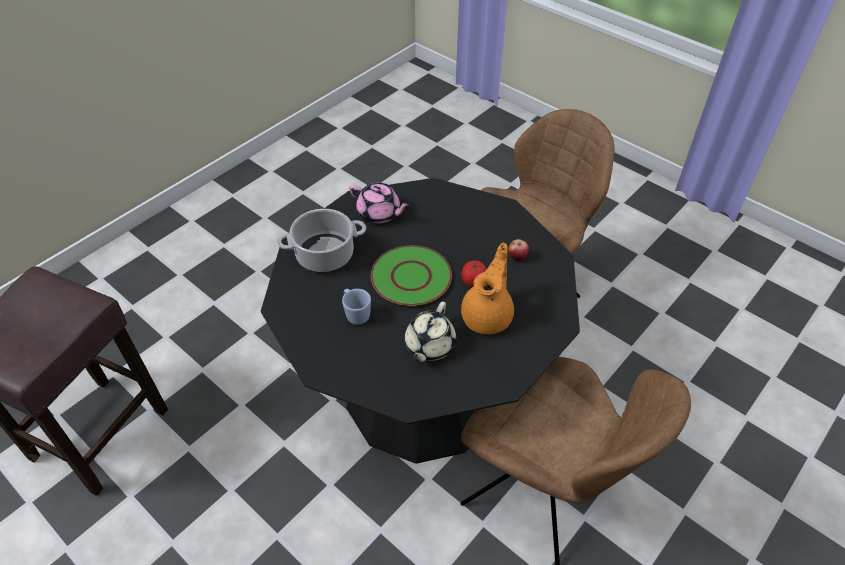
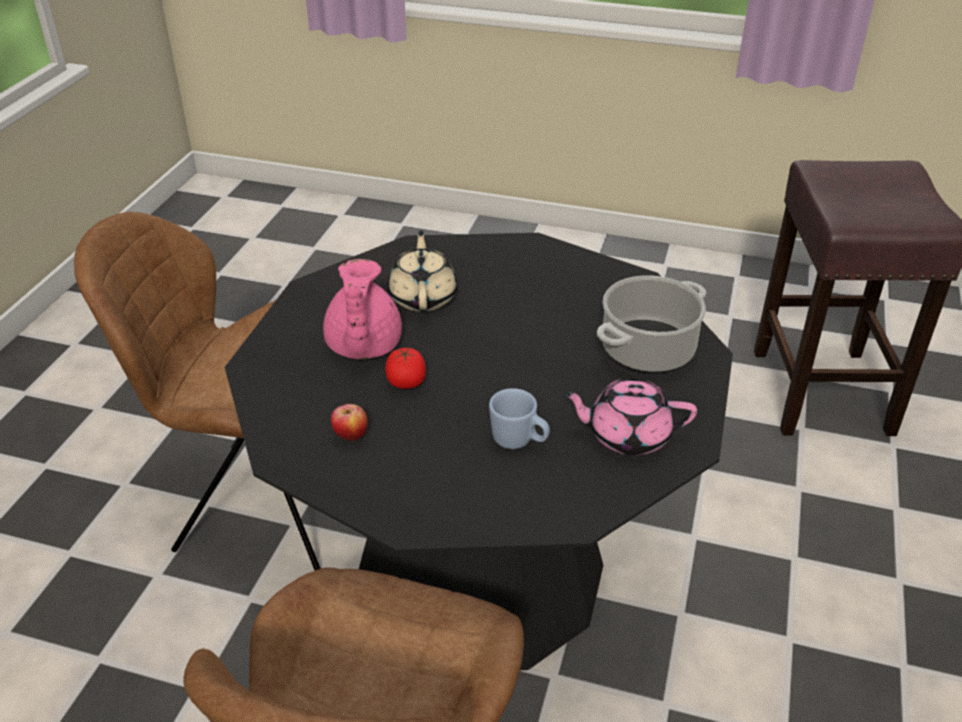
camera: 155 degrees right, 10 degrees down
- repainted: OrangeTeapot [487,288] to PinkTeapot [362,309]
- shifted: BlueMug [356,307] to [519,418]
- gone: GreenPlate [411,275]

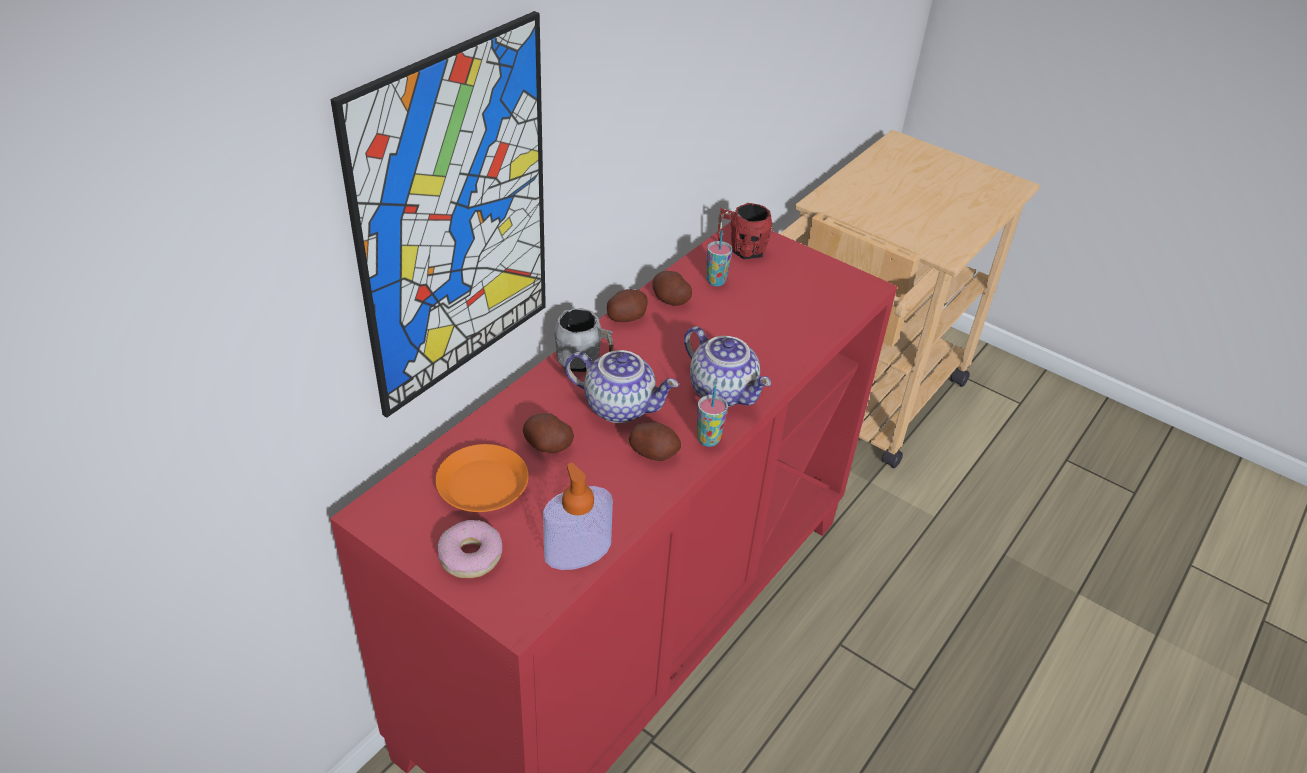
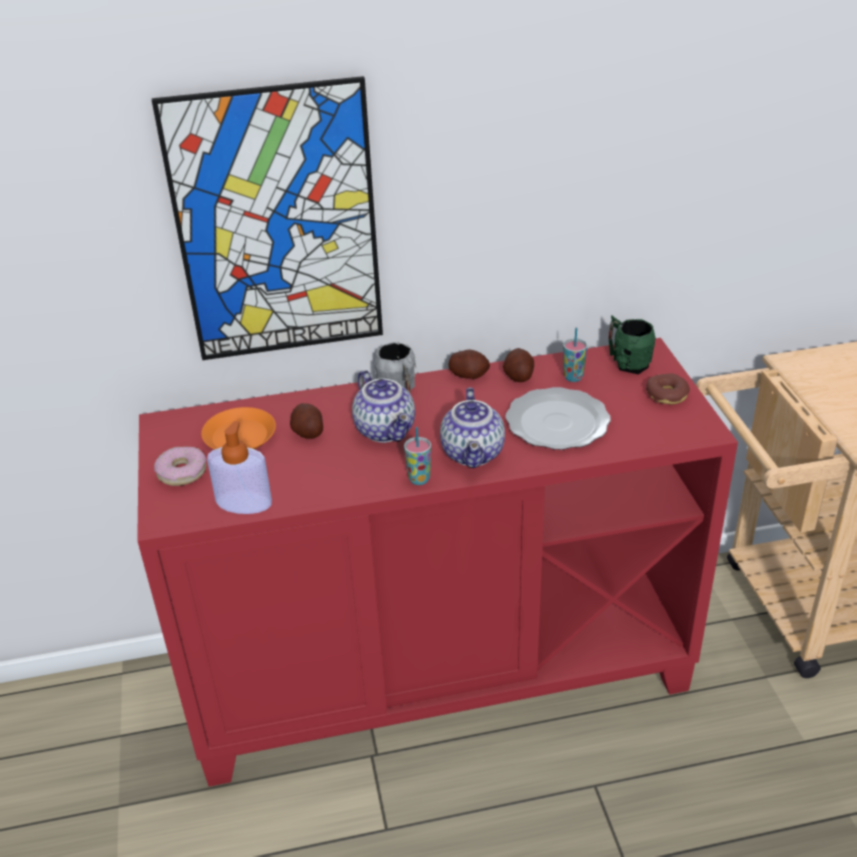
camera: 45 degrees right, 5 degrees down
- new: Plate [558,418]
- repainted: RedMug [745,231] to GreenMug [632,344]
- new: Donut [668,389]
- gone: Potato [655,441]

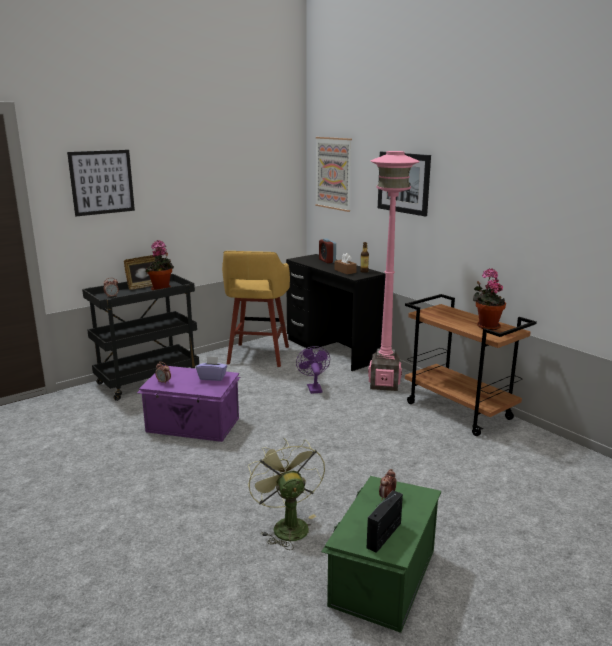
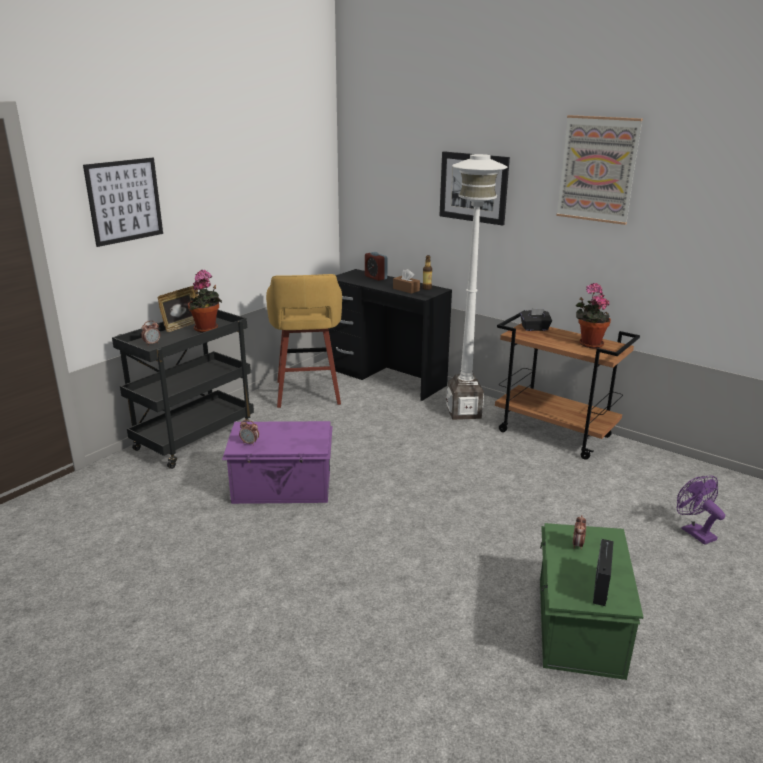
camera: 15 degrees left, 5 degrees up
- repainted: PinkFloorLamp [394,271] to WhiteFloorLamp [476,287]
- new: BlackTissueBox [536,320]
- shifted: Picture [333,174] to [599,170]
- shifted: PurpleFan [313,370] to [701,510]
- gone: PurpleTissueBox [211,368]
- gone: GreenFan [286,494]

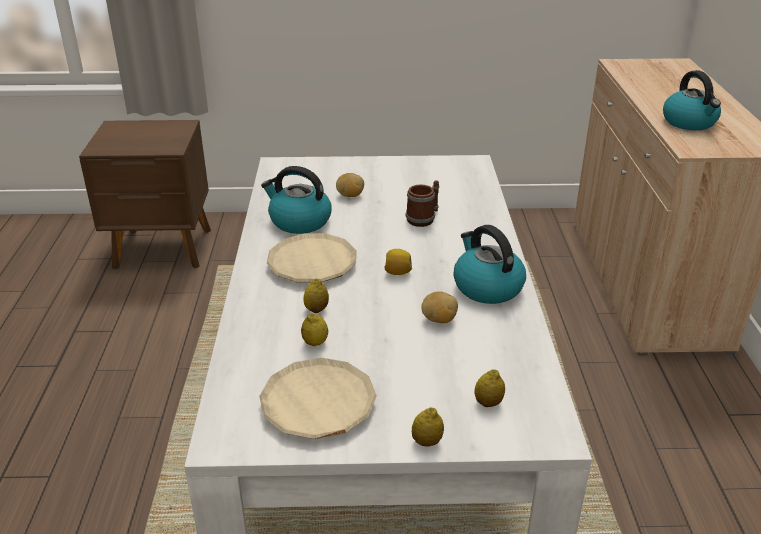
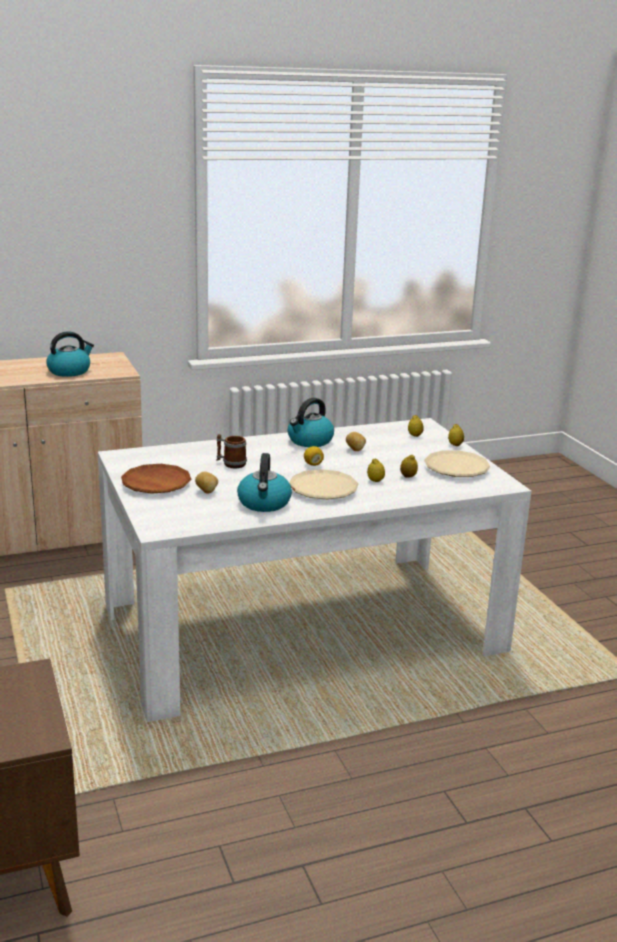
camera: 110 degrees left, 10 degrees down
- new: BrownPlate [156,479]

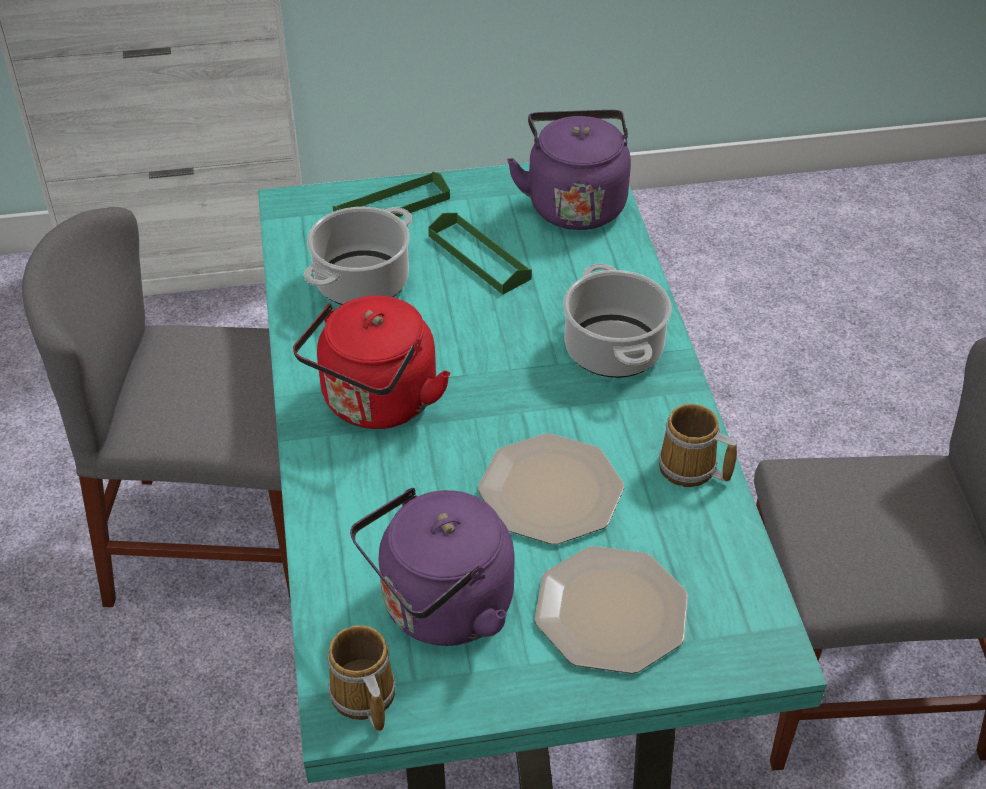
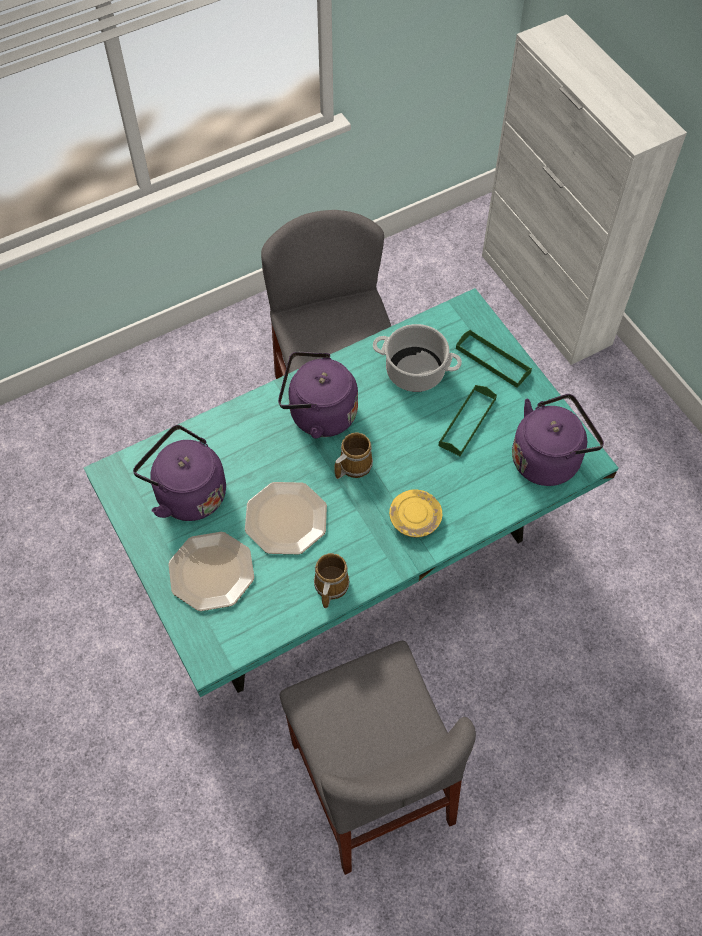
camera: 70 degrees right, 15 degrees up
- repainted: RedKettle [371,362] to PurpleKettle [318,395]
- shifted: Mug [361,678] to [353,455]
- swapped: CookingPot [617,321] to YellowPlate [415,513]

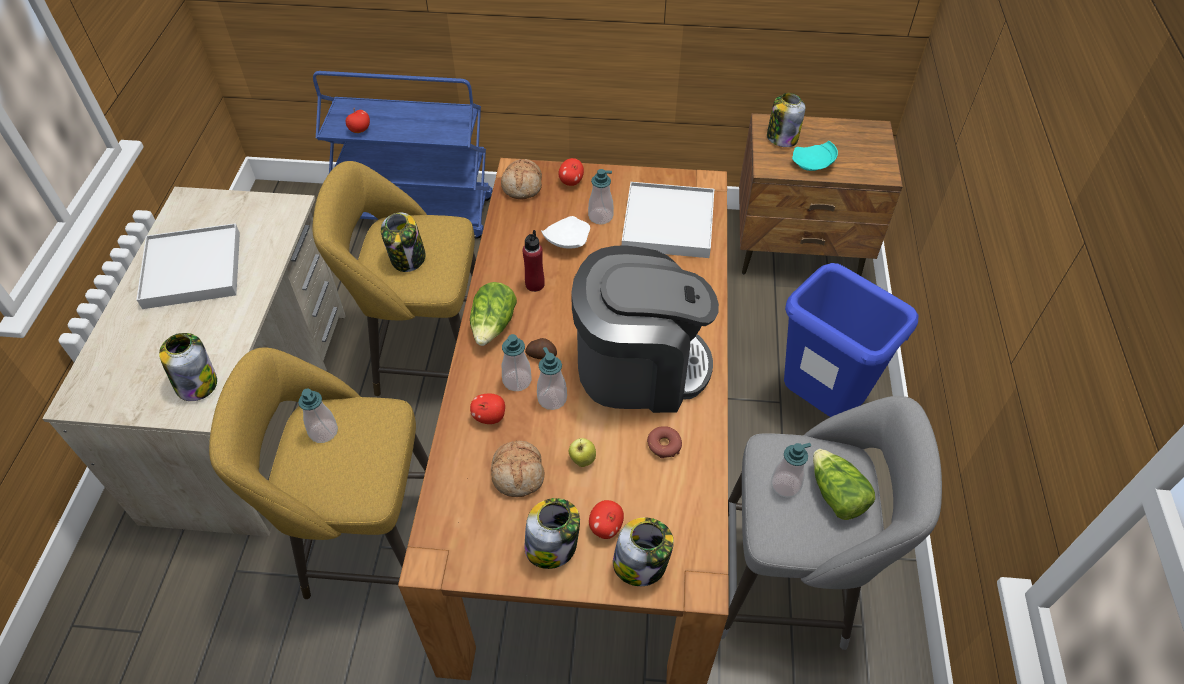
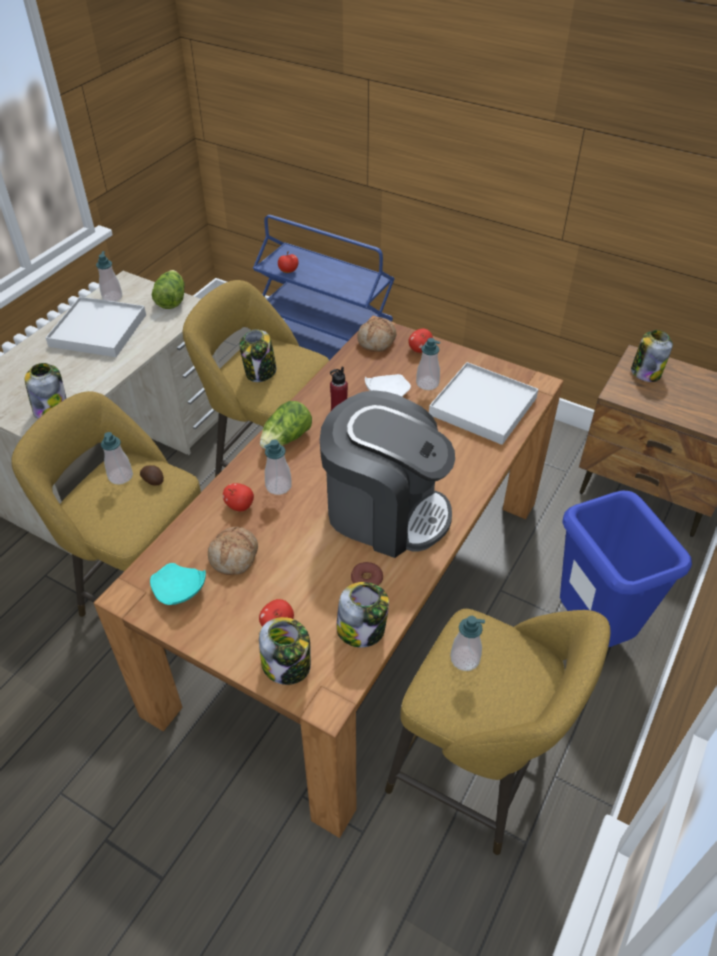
camera: 25 degrees right, 5 degrees down
- shifted: SoapDispenser [552,378] to [109,276]
- shifted: Potato [541,348] to [152,476]
- shifted: TurquoisePlate [815,156] to [178,584]
- shifted: Lettuce [844,484] to [168,289]
- shifted: Jar [552,533] to [362,615]
- repainted: GreyStool [831,523] to YellowStool [498,732]
- gone: Apple [582,452]

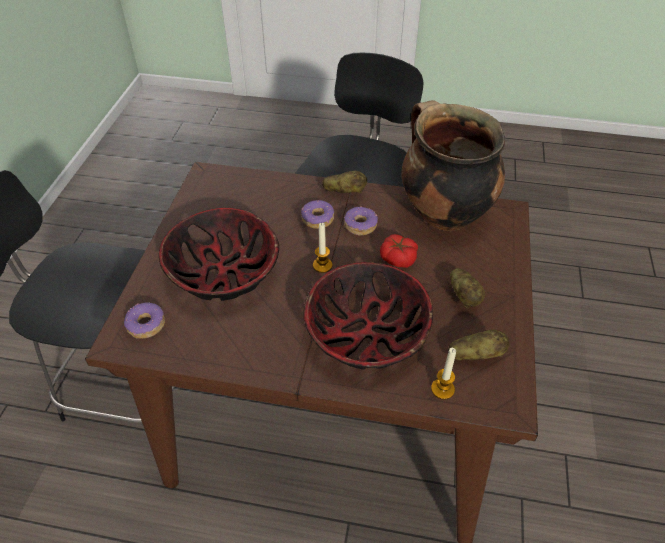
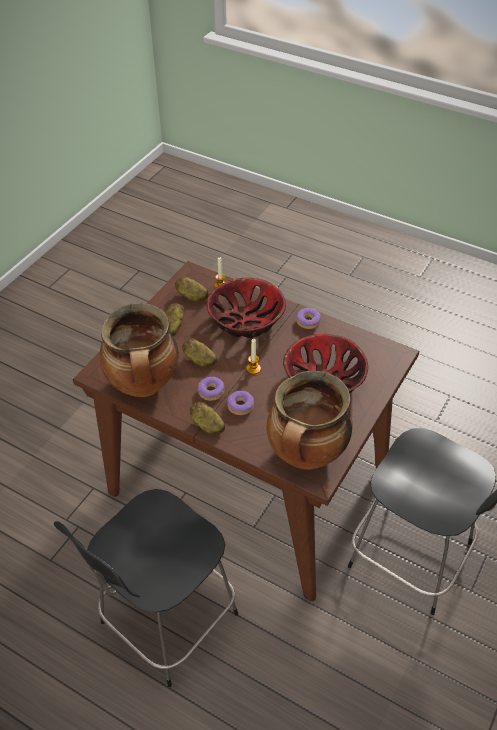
camera: 160 degrees left, 0 degrees up
- swapped: Tomato [399,251] to Potato [199,352]
- new: CookingPot [309,420]
- shifted: Donut [144,320] to [308,318]

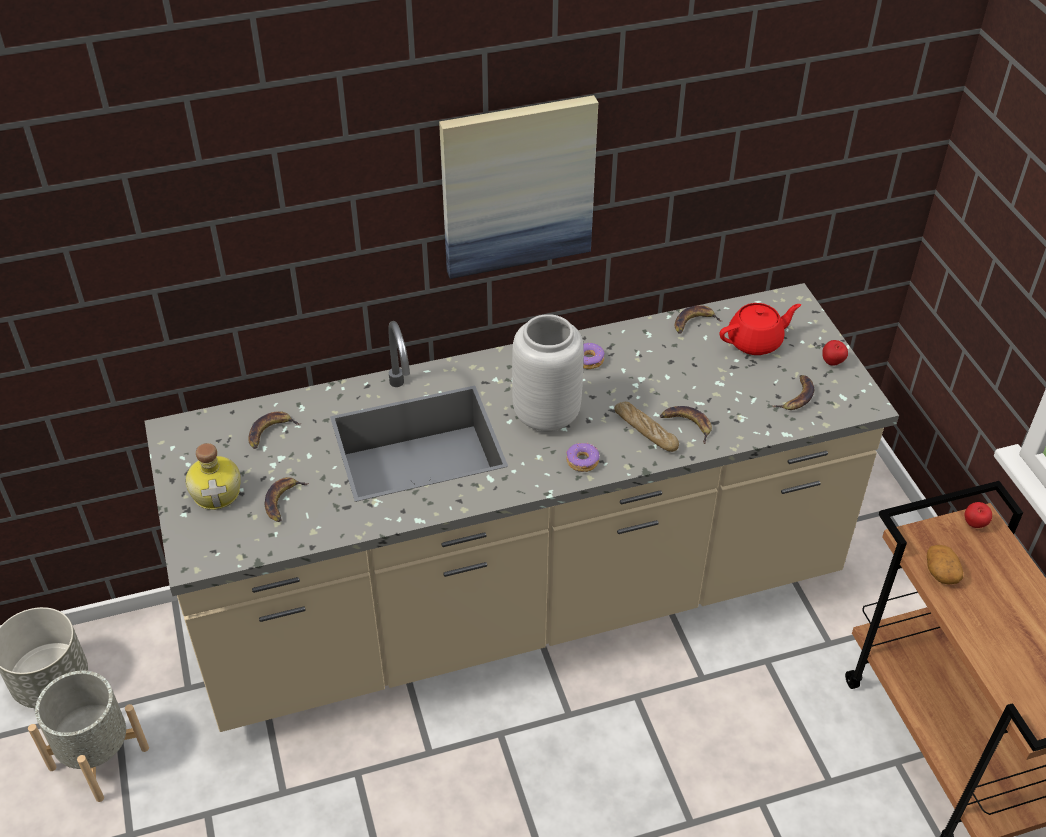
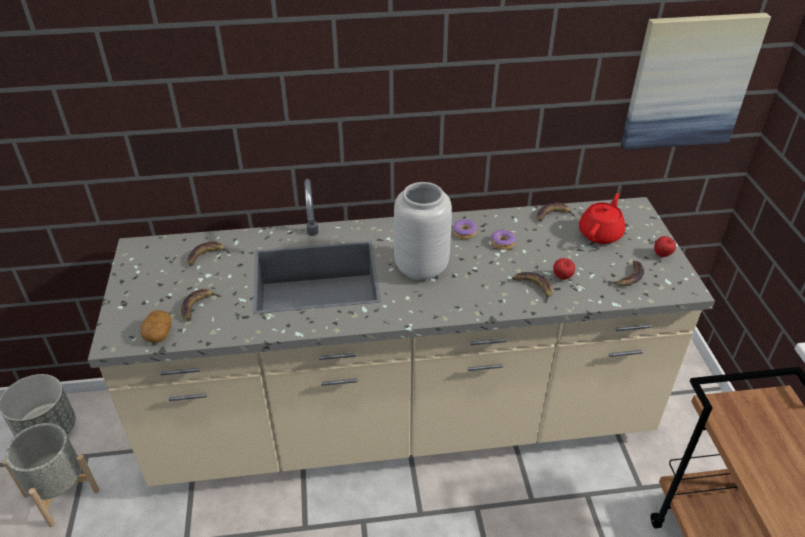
camera: 10 degrees right, 5 degrees down
- shifted: Potato [945,565] to [156,326]
- shifted: Donut [583,457] to [503,240]
- shifted: Apple [978,515] to [564,269]
- rotated: RedTeapot [760,329] = [602,218] 45 degrees counterclockwise
- shifted: Picture [518,187] to [696,81]
- gone: Bottle [213,476]
- gone: Bread [647,427]

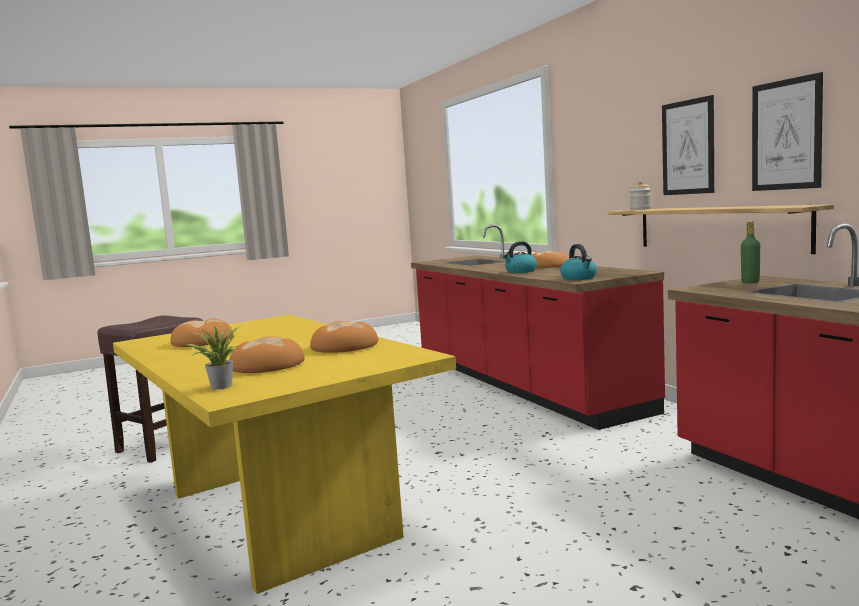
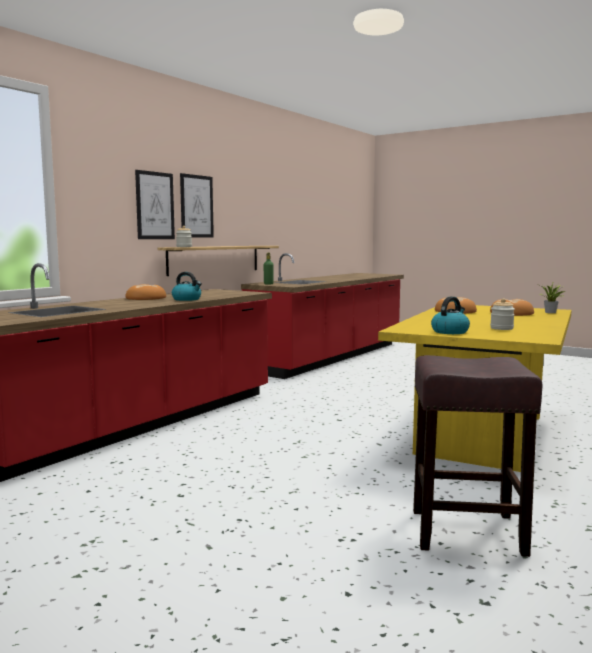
camera: 120 degrees left, 0 degrees up
- shifted: Picture [787,131] to [155,204]
- shifted: Kettle [578,262] to [450,315]
- swapped: Bread [202,333] to Jar [502,314]

